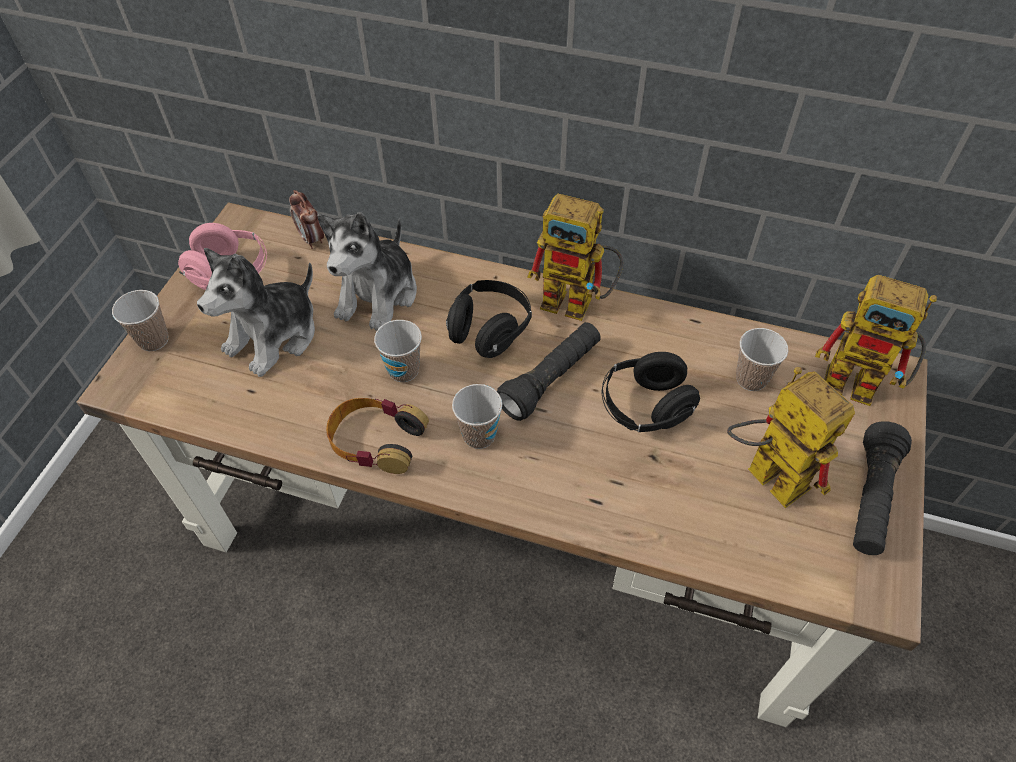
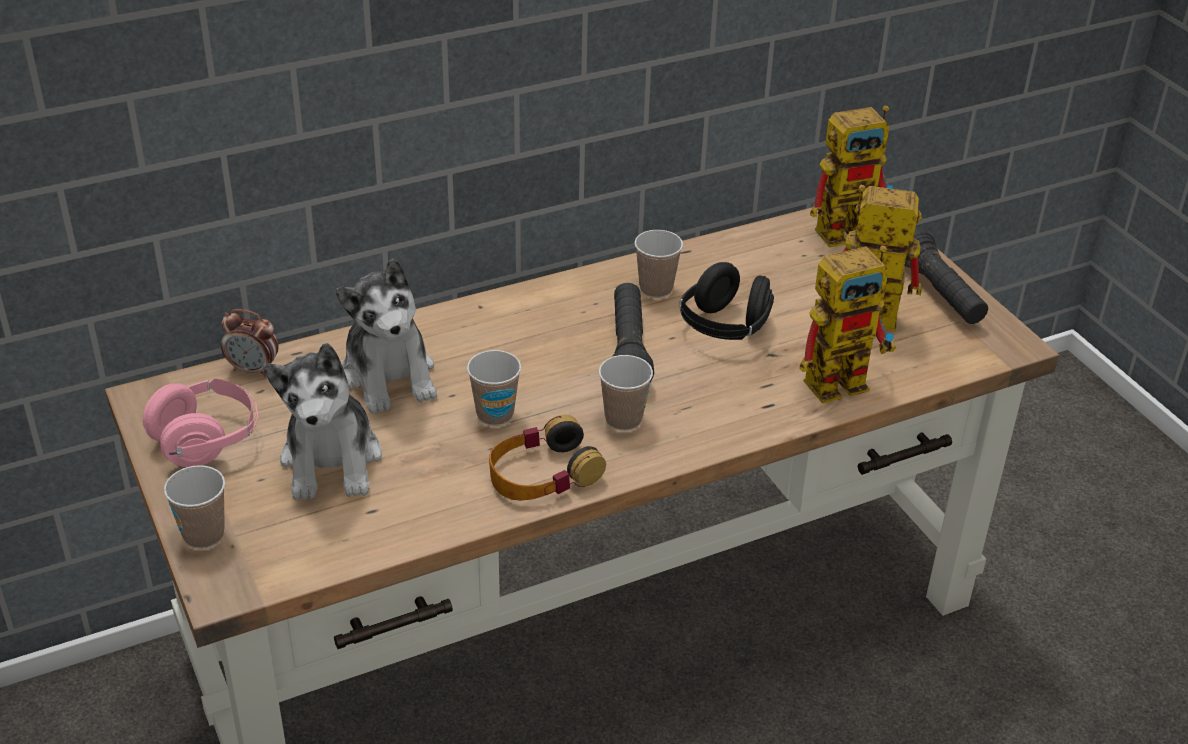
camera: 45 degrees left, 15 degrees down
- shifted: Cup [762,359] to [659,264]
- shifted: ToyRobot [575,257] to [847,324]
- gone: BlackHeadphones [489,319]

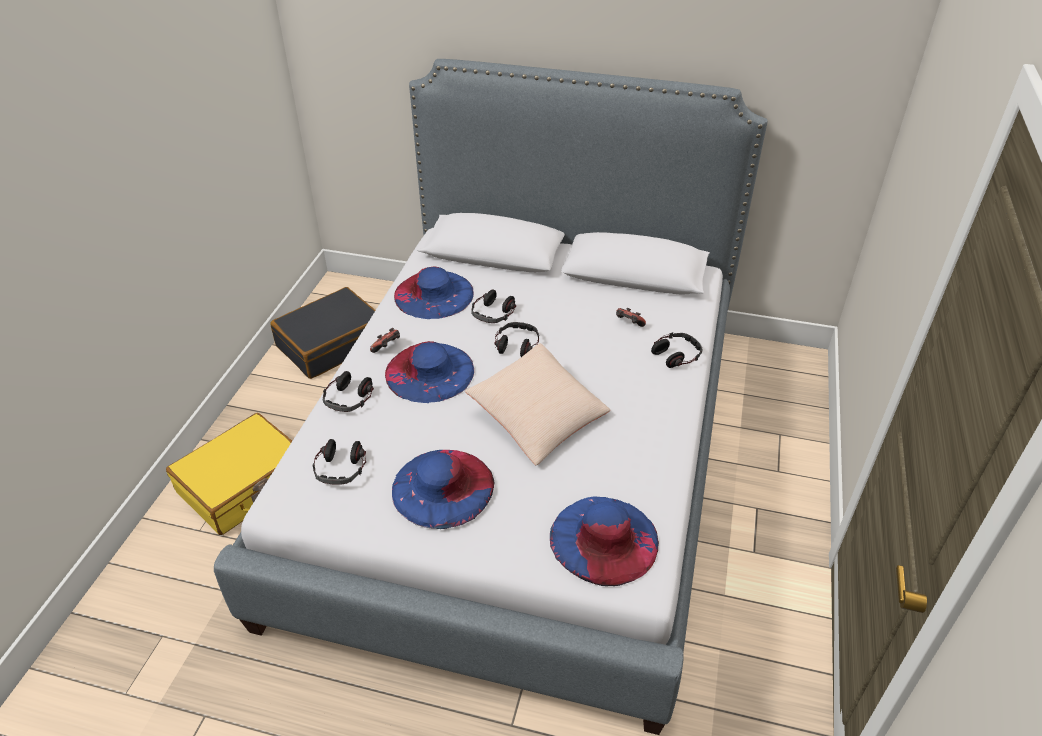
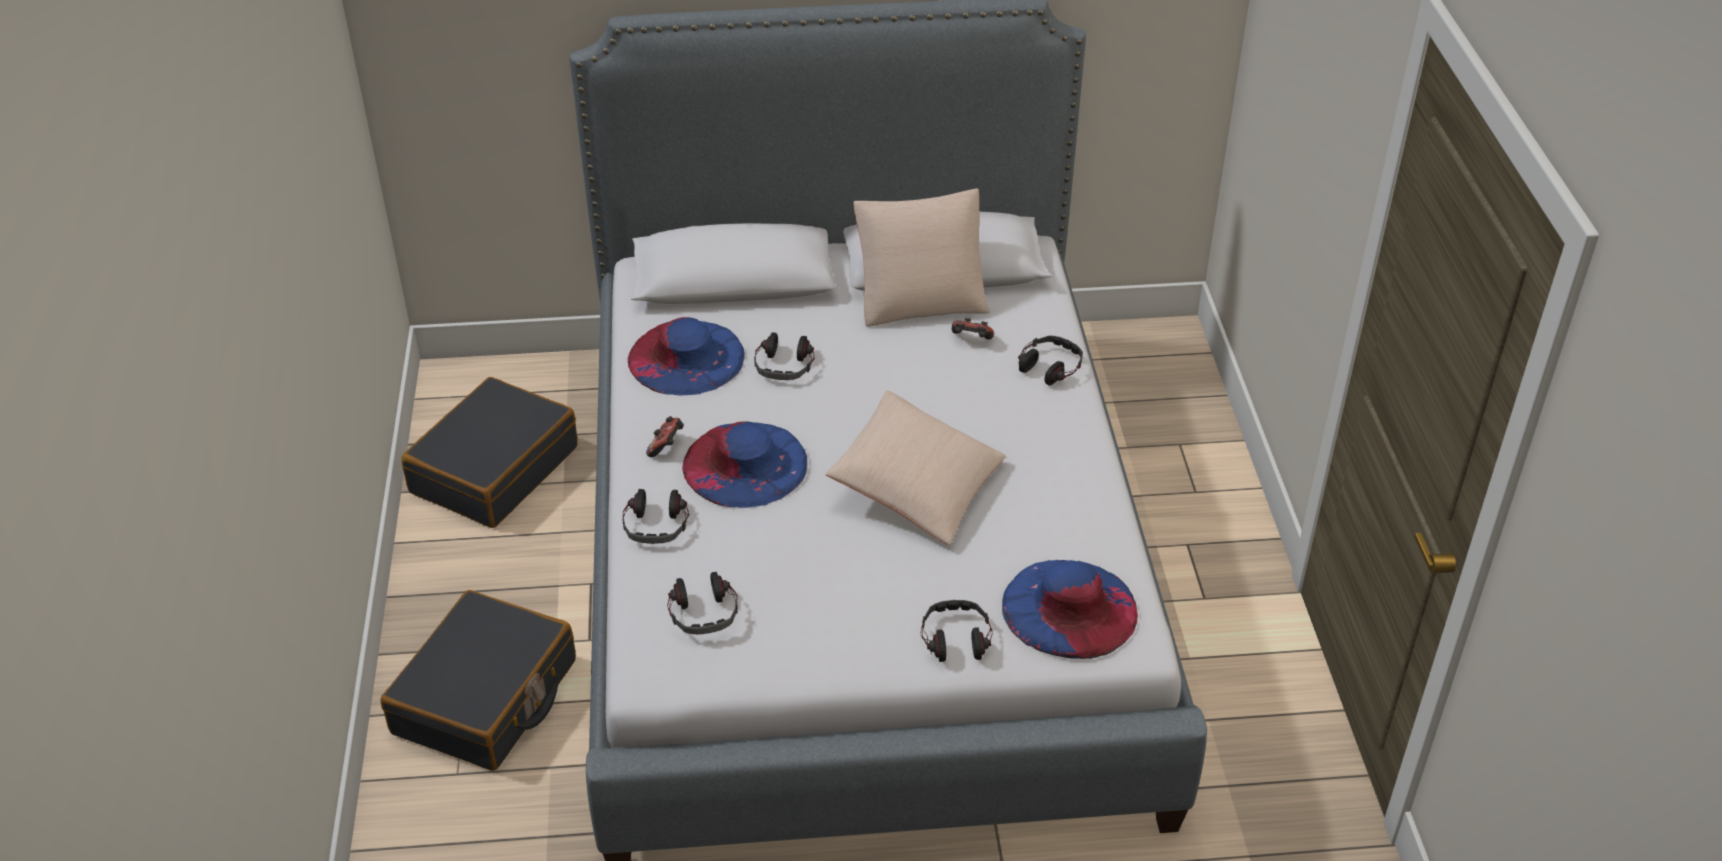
camera: 20 degrees left, 0 degrees up
- repainted: YellowSuitcase [229,474] to BlackSuitcase [478,680]
- new: BeigePillow [921,258]
- shifted: Headphones [516,339] to [957,631]
- gone: BlueHat [443,489]

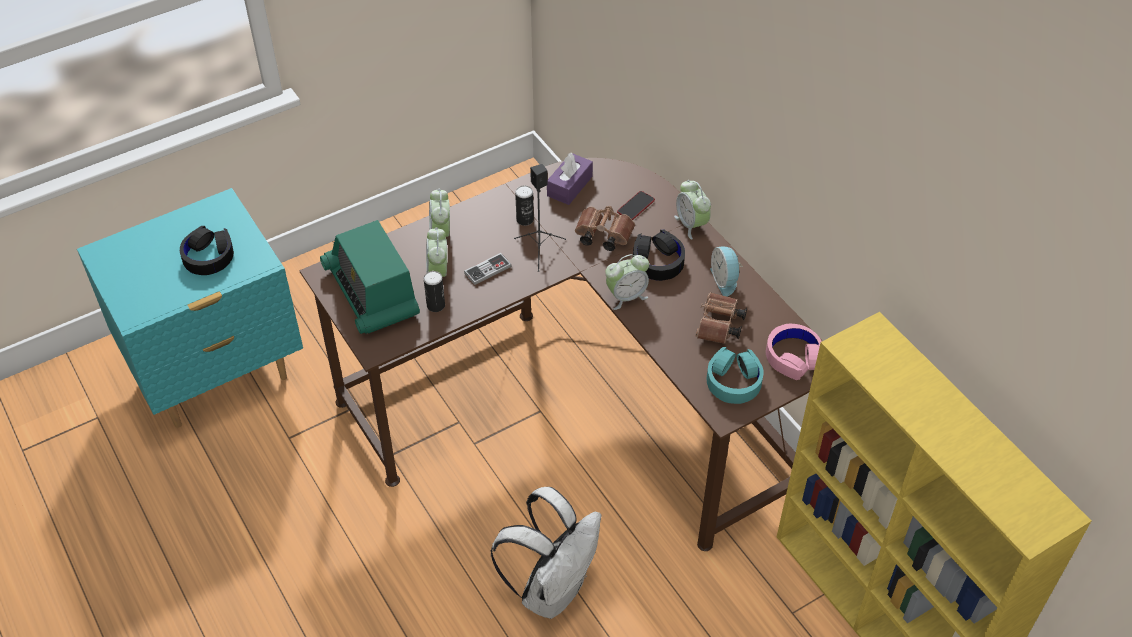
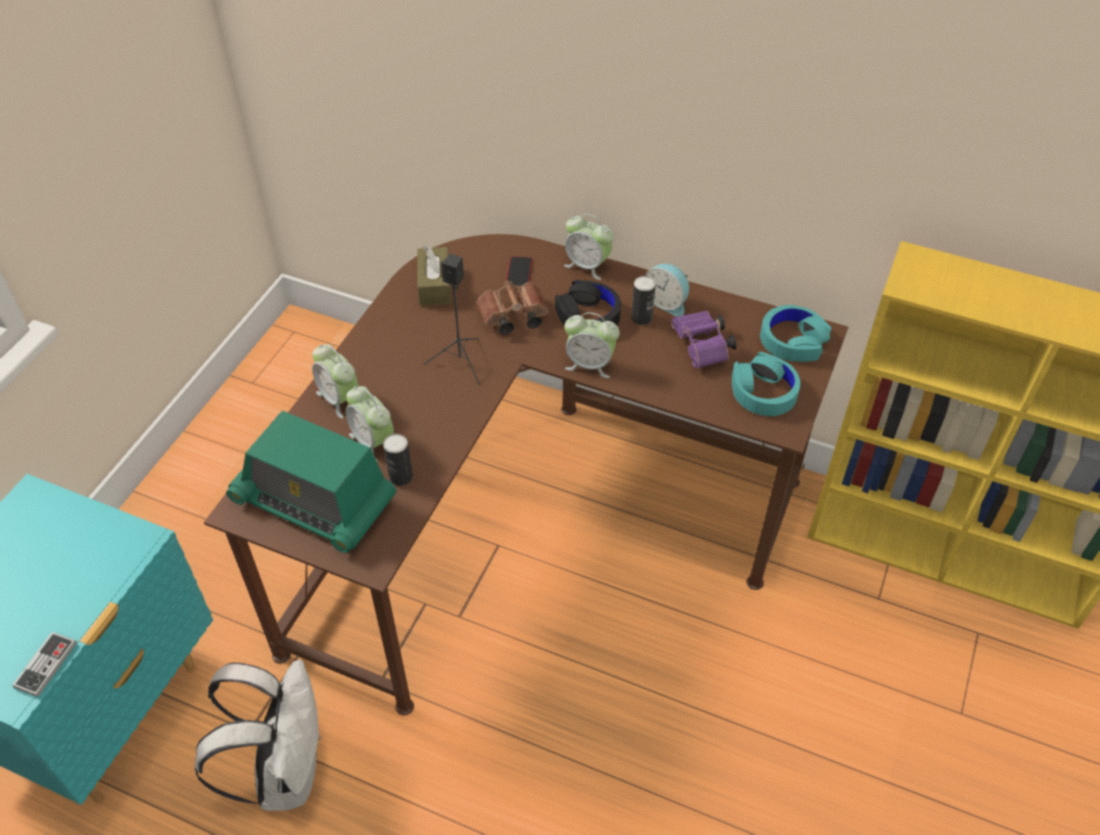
camera: 35 degrees left, 0 degrees up
- shifted: GameController [488,269] to [44,664]
- shifted: WhiteBackpack [546,553] to [258,735]
- repainted: PurpleTissueBox [570,179] to BrownTissueBox [434,275]
- rotated: AlarmClock [627,282] = [592,345] 75 degrees clockwise
- shifted: Can [524,205] to [643,300]
- repainted: BrownBinoculars [721,318] to PurpleBinoculars [704,340]
- repainted: PinkHeadphones [794,352] to TurquoiseHeadphones [795,333]
- gone: BlackHeadphones [207,250]

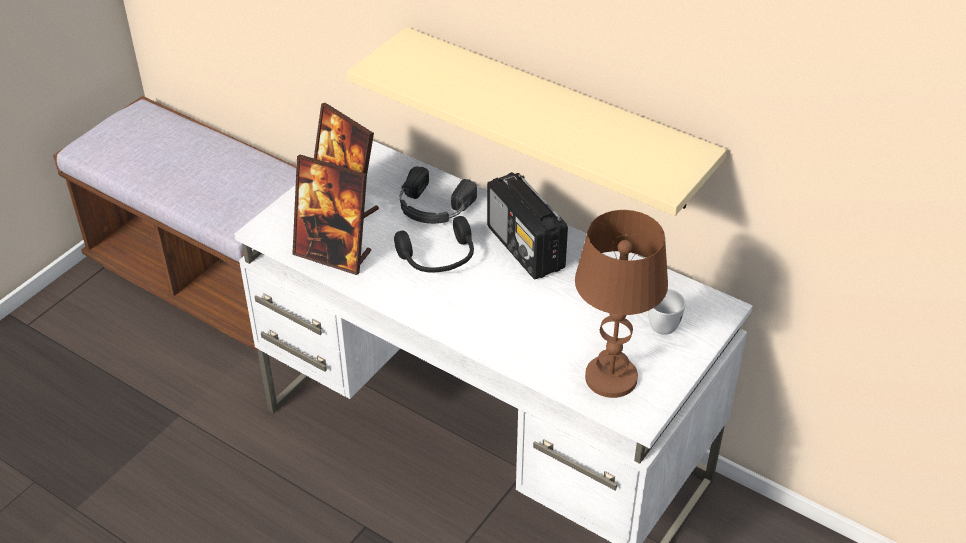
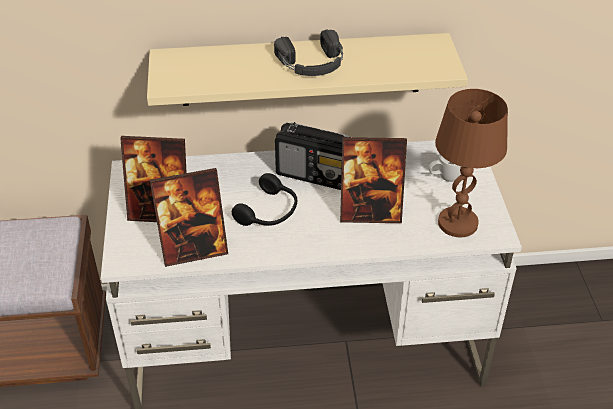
camera: 40 degrees left, 0 degrees up
- shifted: BlackHeadphones [438,195] to [308,52]
- new: PictureFrame [373,180]

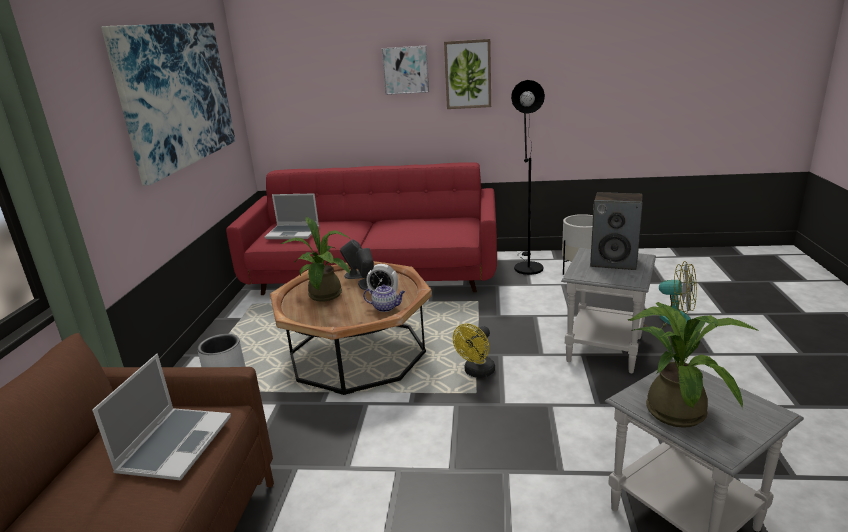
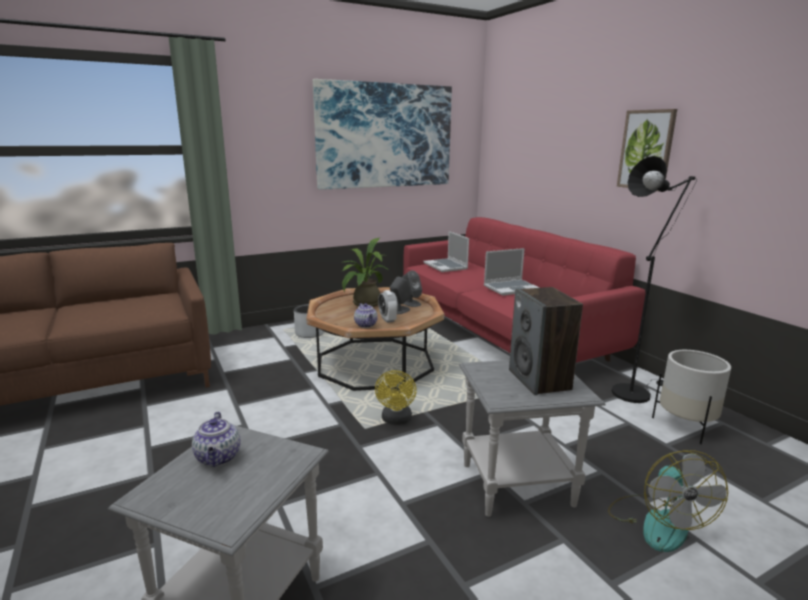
camera: 55 degrees right, 5 degrees down
- swapped: PottedPlant [693,365] to Teapot [216,439]
- rotated: YellowFan [474,351] = [396,397] 90 degrees counterclockwise
- shifted: Laptop [161,417] to [512,272]
- gone: Picture [405,70]

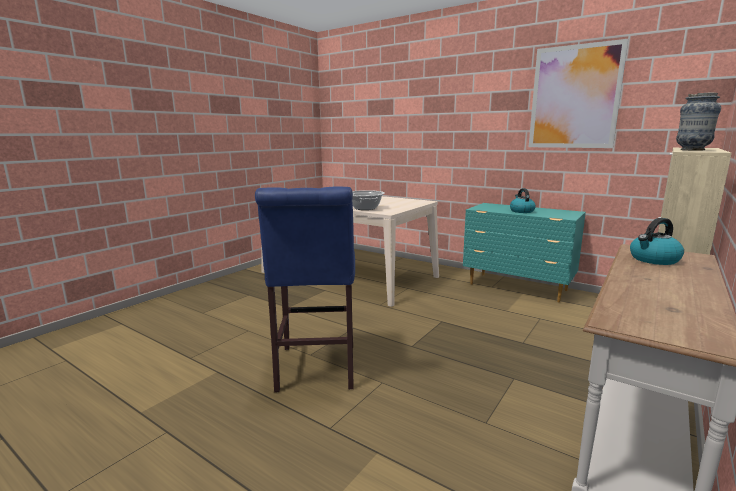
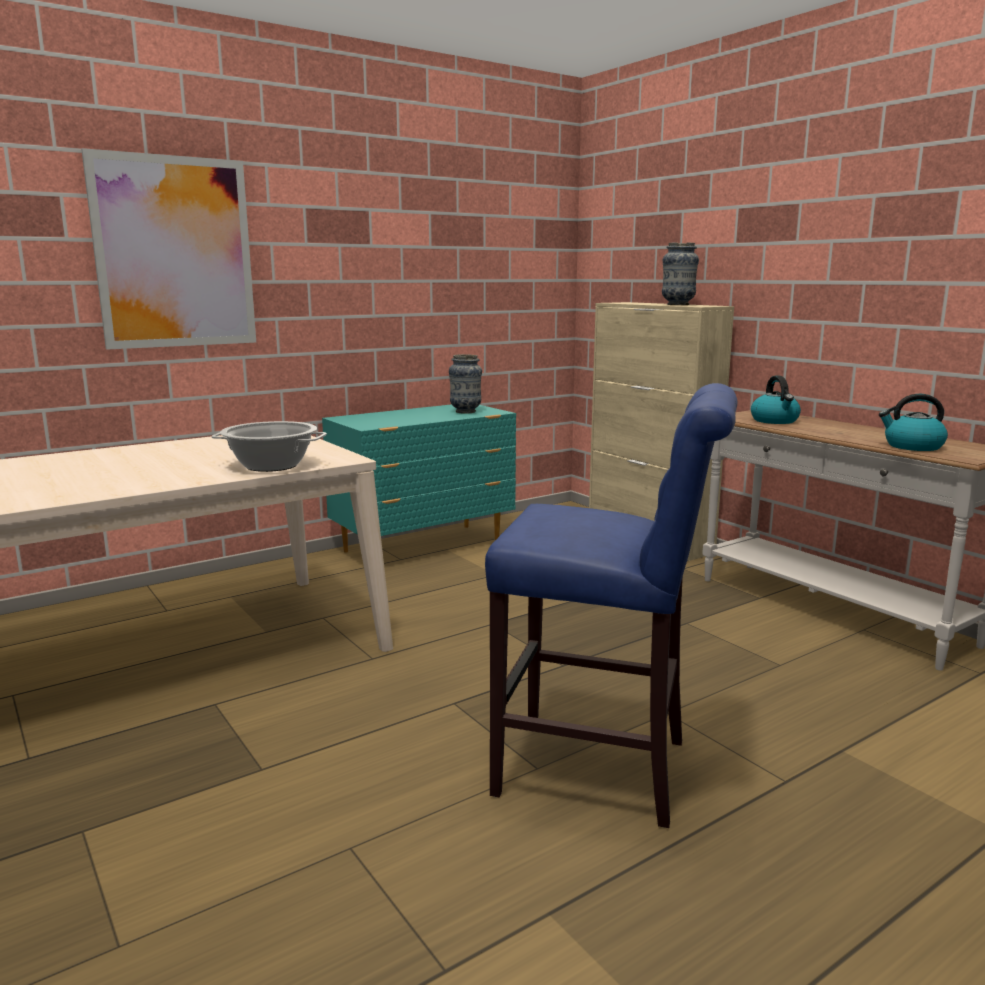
camera: 70 degrees left, 0 degrees up
- shifted: Picture [578,93] to [168,249]
- new: Vase [465,384]
- shifted: Kettle [523,200] to [913,422]

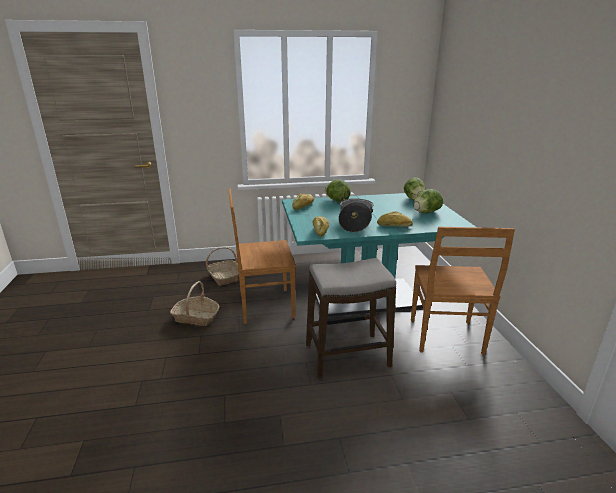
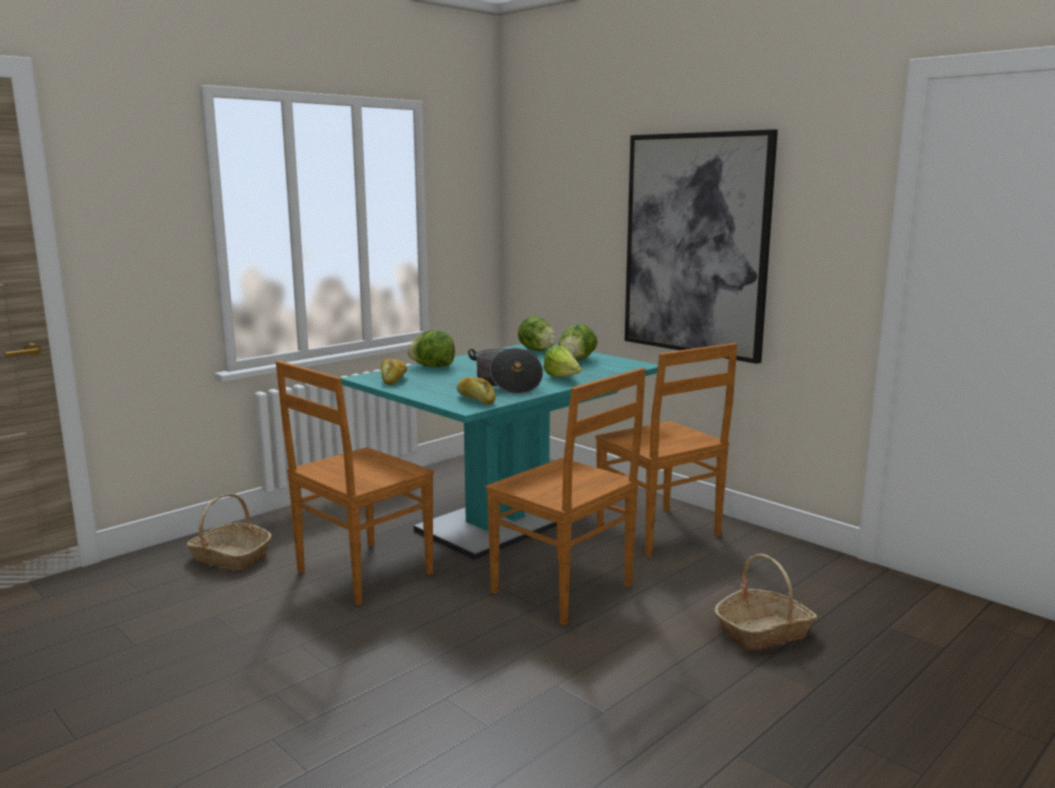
camera: 35 degrees left, 10 degrees down
- swapped: Stool [351,318] to BrownChair [566,496]
- swapped: Bread [395,219] to Lettuce [562,361]
- new: Picture [701,246]
- shifted: Basket [195,303] to [766,602]

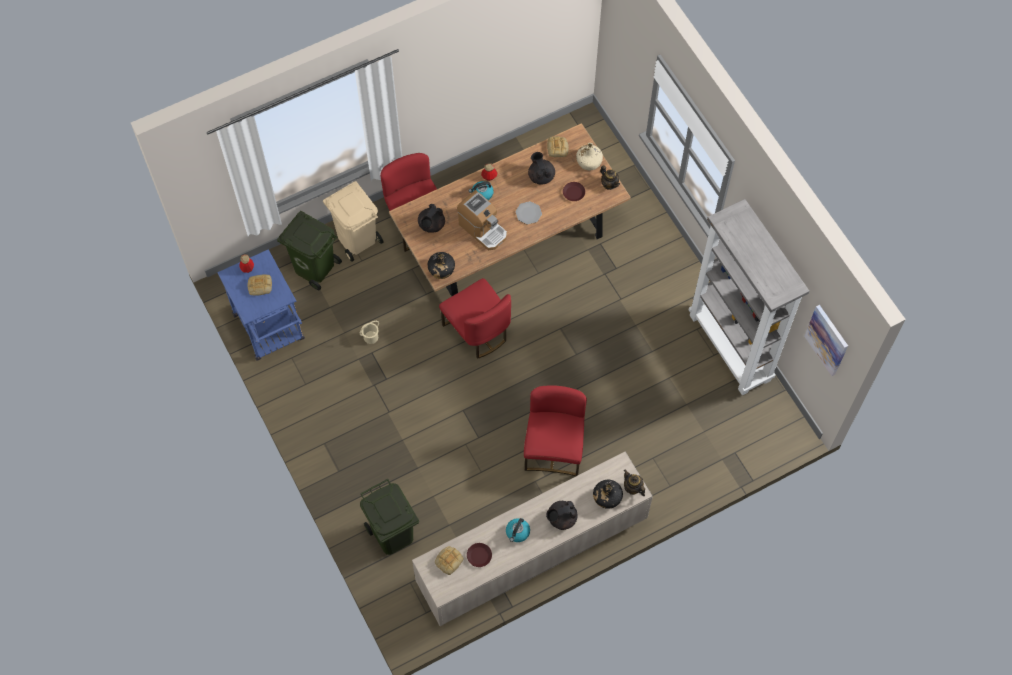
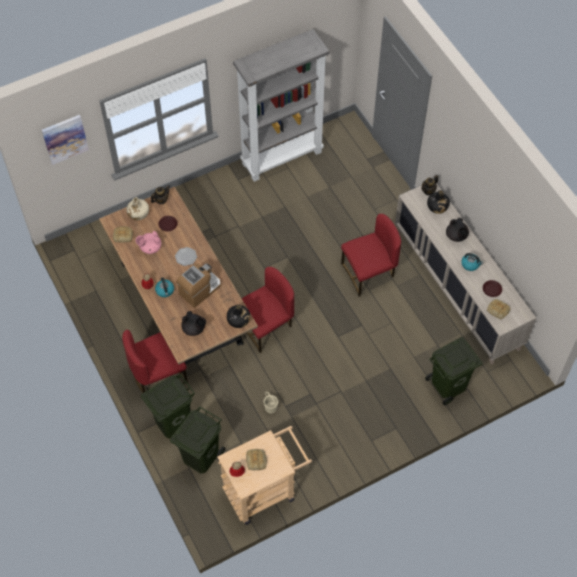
camera: 90 degrees left, 5 degrees down
- shifted: Picture [826,340] to [65,140]
- repainted: BlackTeapot [541,168] to PinkTeapot [148,242]
- repainted: BeigeTrashCan [353,221] to GreenTrashCan [168,406]
- repainted: BlueCart [261,305] to BeigeCart [264,475]
- rotated: RedChair [555,430] = [371,255] 150 degrees clockwise

